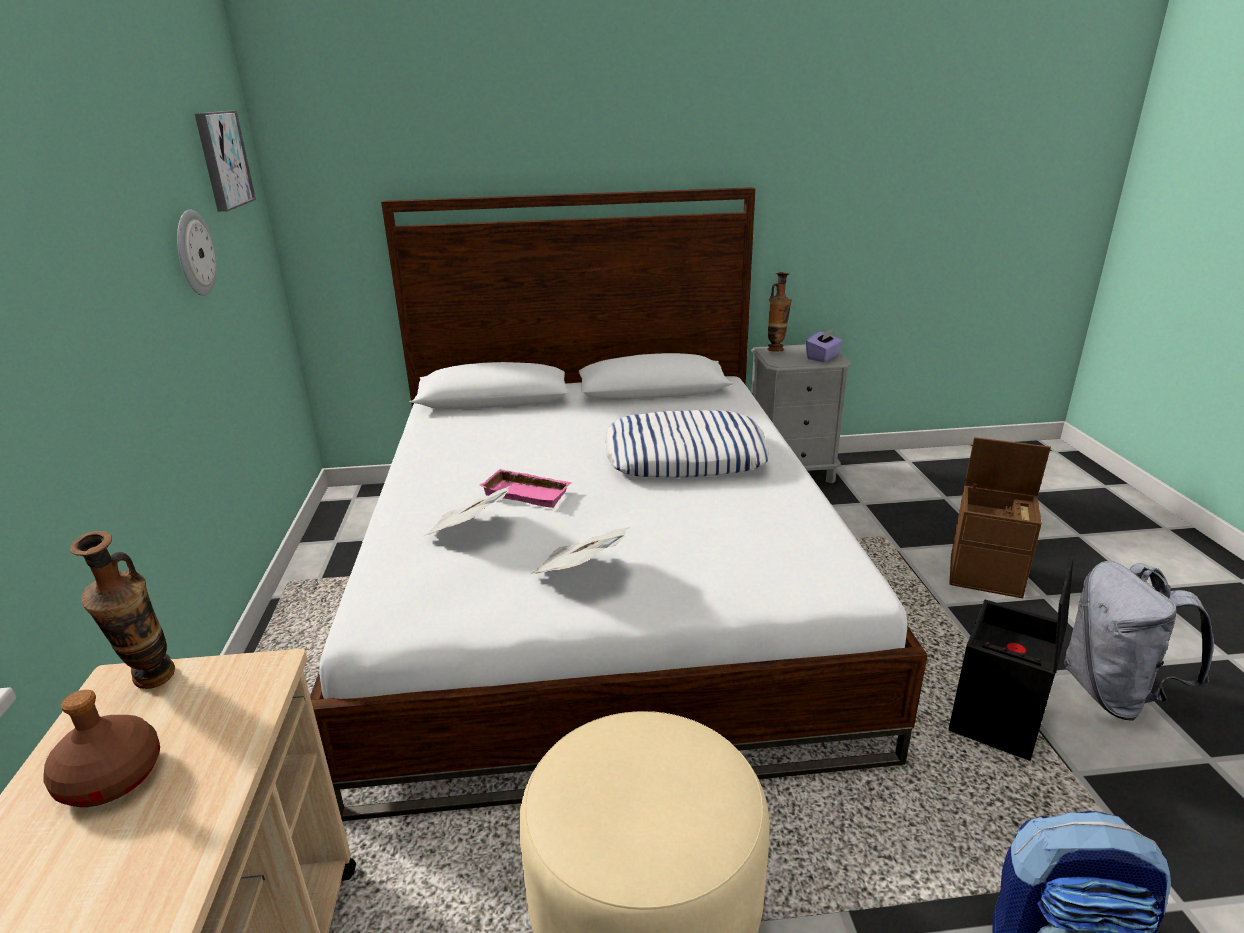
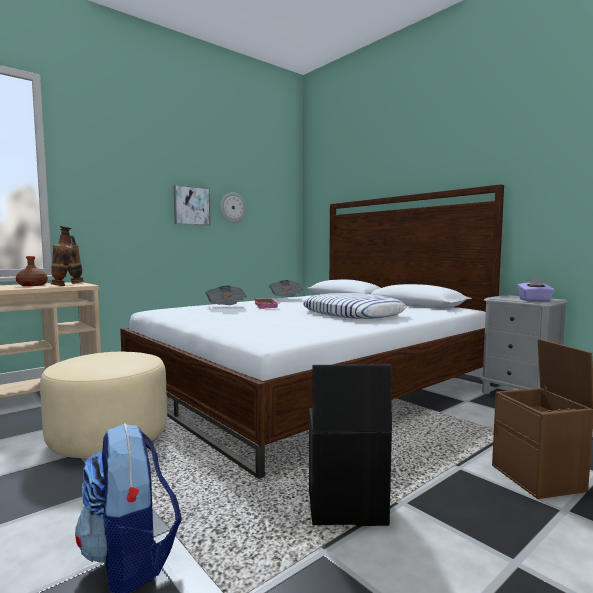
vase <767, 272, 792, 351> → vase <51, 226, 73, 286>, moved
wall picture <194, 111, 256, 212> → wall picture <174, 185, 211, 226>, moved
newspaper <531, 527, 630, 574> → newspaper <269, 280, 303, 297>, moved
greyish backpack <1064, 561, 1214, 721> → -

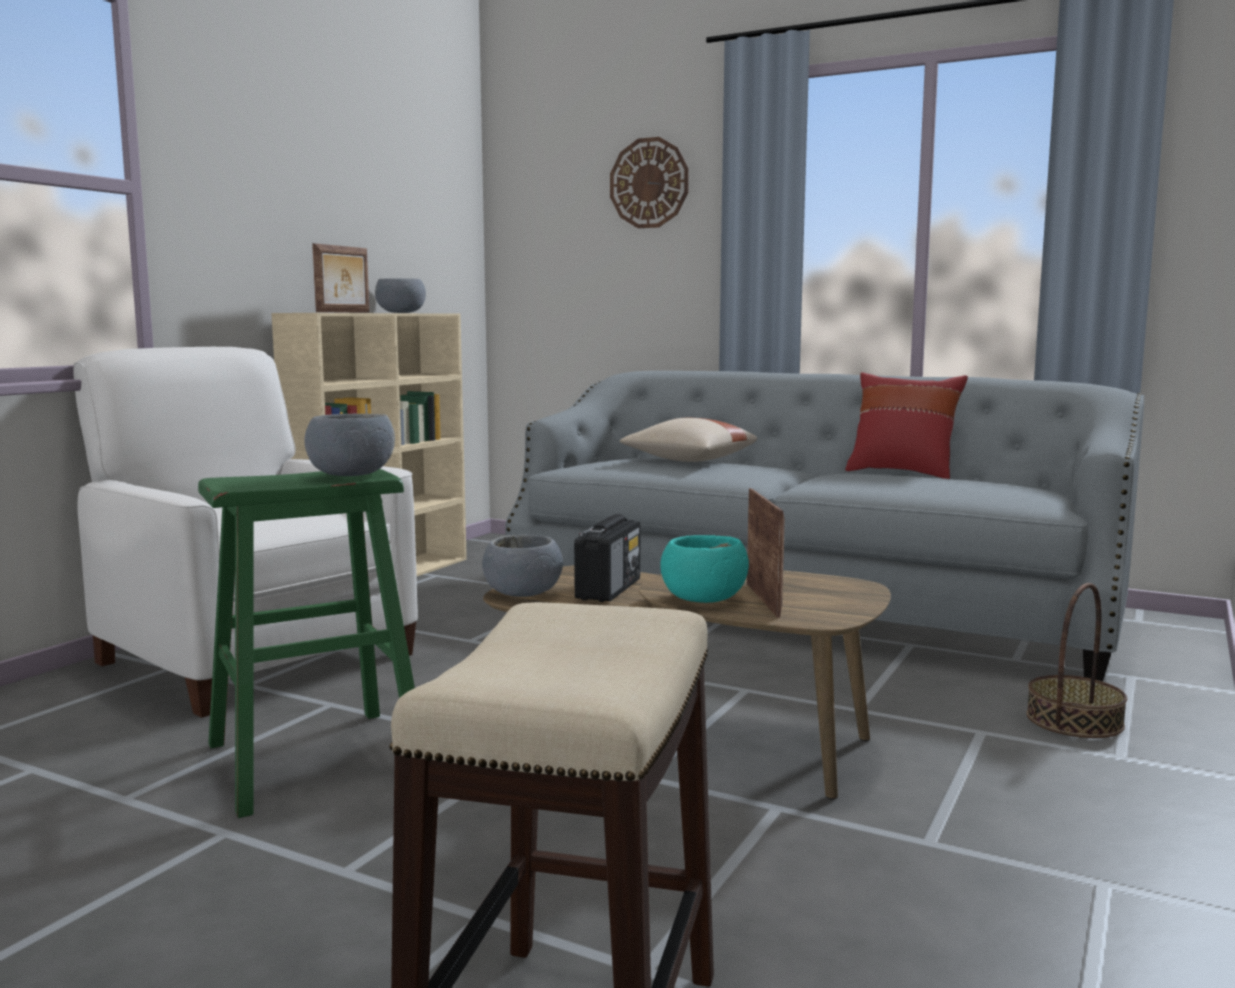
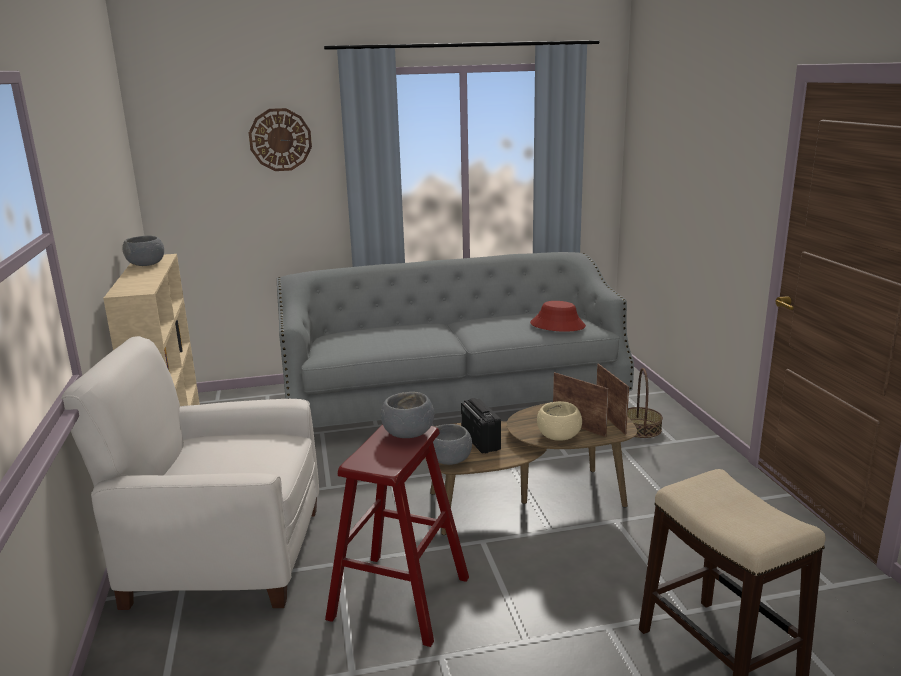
greenish sitting stool <198, 469, 415, 818> → red sitting stool <325, 424, 469, 647>
- → red clothing hat <530, 301, 586, 332>
turquoise bowl <660, 535, 749, 603> → sand-coloured bowl <537, 401, 582, 441>
picture frame <312, 243, 369, 313> → picture frame <596, 364, 629, 435>, moved
sand-coloured pillow <620, 418, 757, 462> → -
red pillow <845, 372, 968, 479> → -

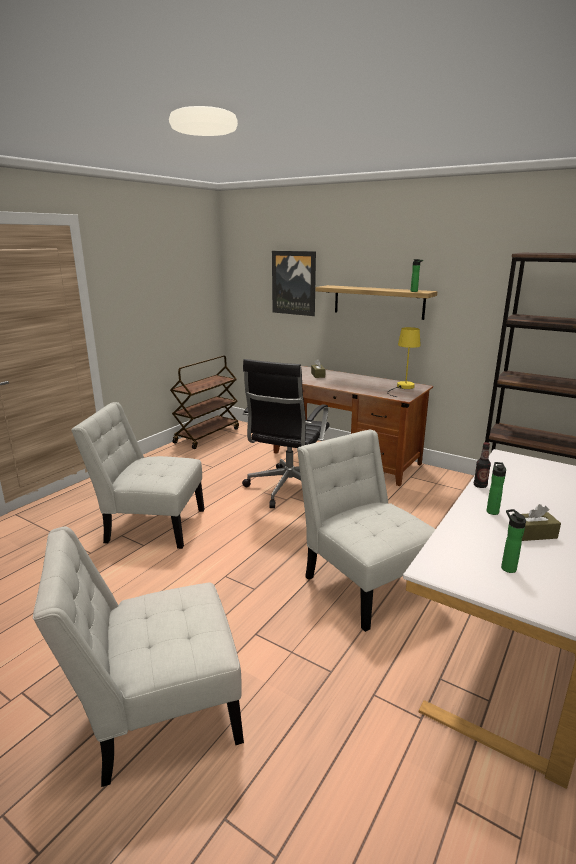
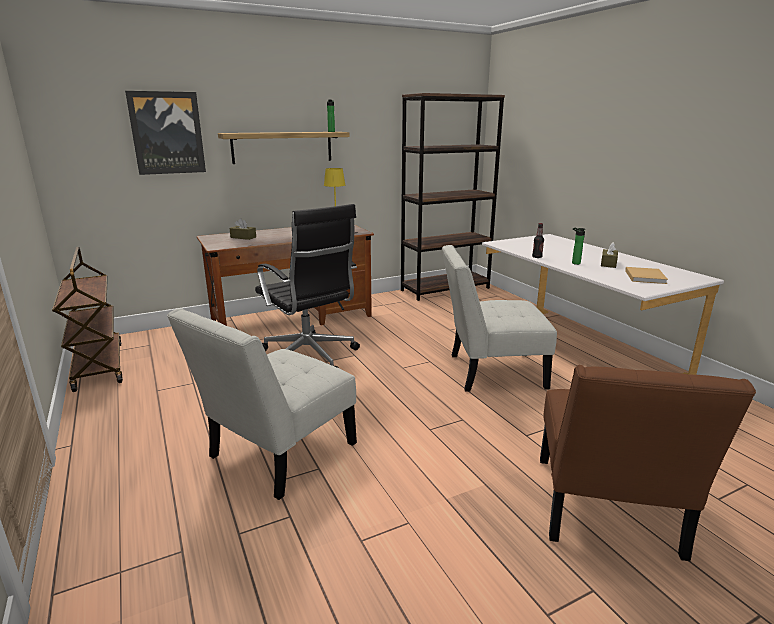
whitish chair <33, 527, 244, 787> → brown-coloured chair <540, 365, 756, 561>
beverage bottle <501, 509, 526, 573> → sand-coloured bound book <625, 267, 668, 284>

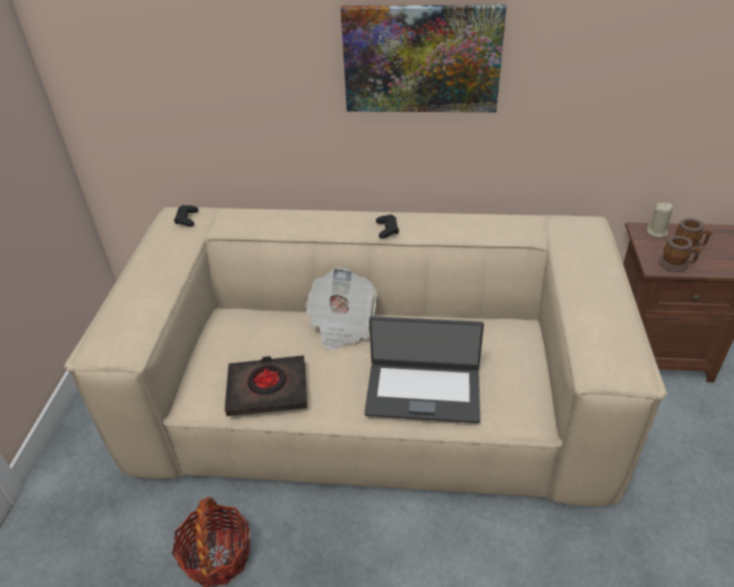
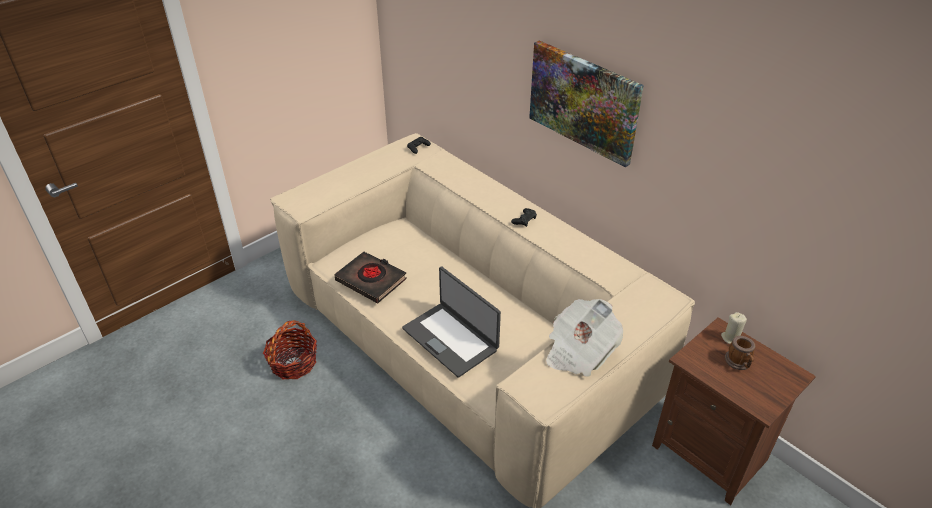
newspaper <305, 267, 378, 351> → newspaper <546, 299, 623, 377>, moved
mug <659, 236, 702, 272> → -

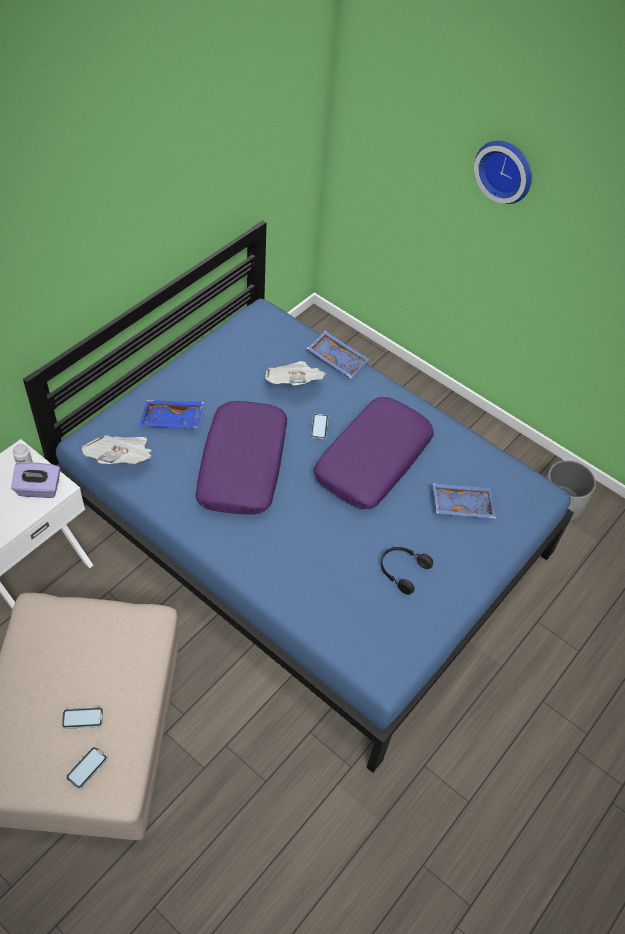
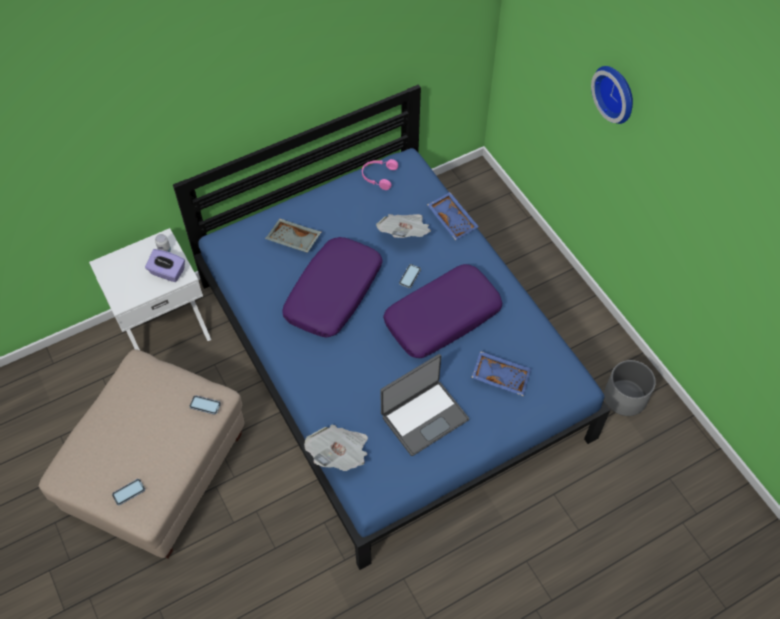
phone <62, 707, 103, 729> → phone <189, 395, 221, 415>, moved
blue serving tray <139, 400, 204, 428> → greyish serving tray <265, 219, 321, 253>
newspaper <82, 435, 152, 464> → newspaper <304, 425, 368, 471>, moved
- → pink pair of headphones <362, 159, 398, 190>
blackish pair of headphones <381, 547, 433, 595> → notebook computer <380, 354, 469, 456>

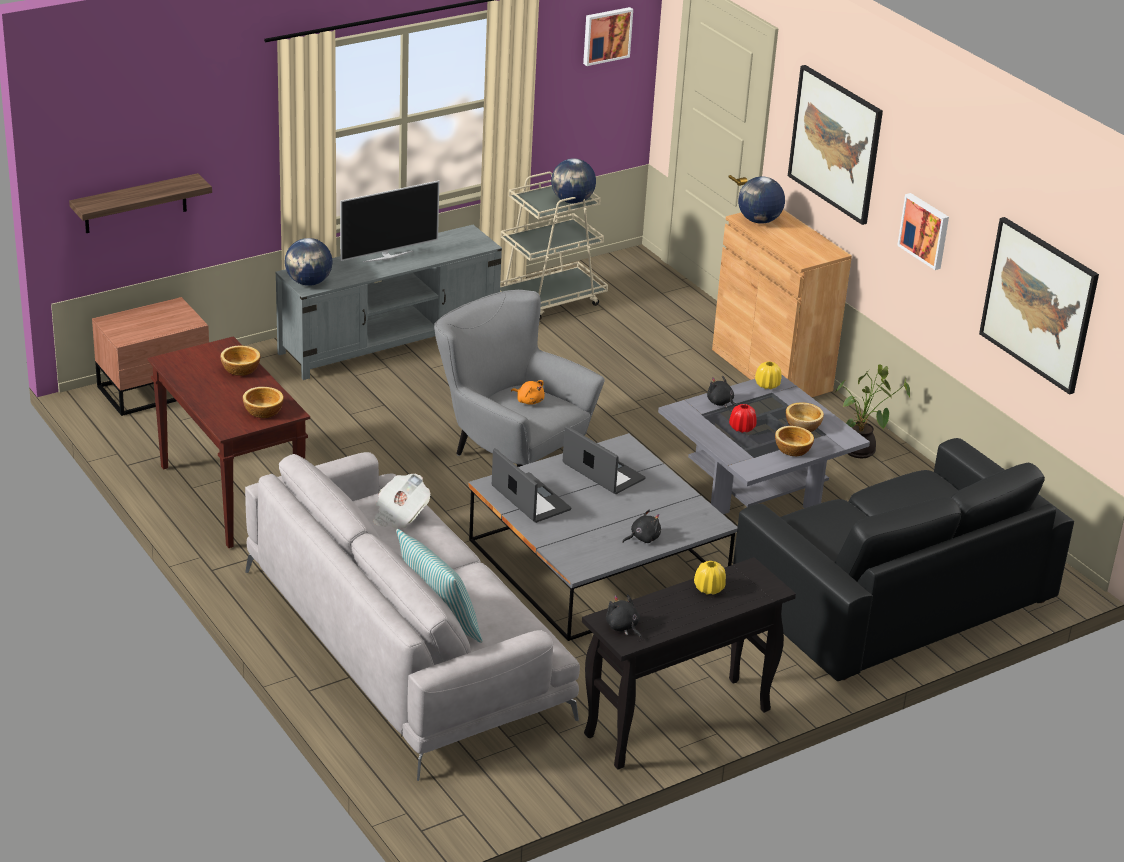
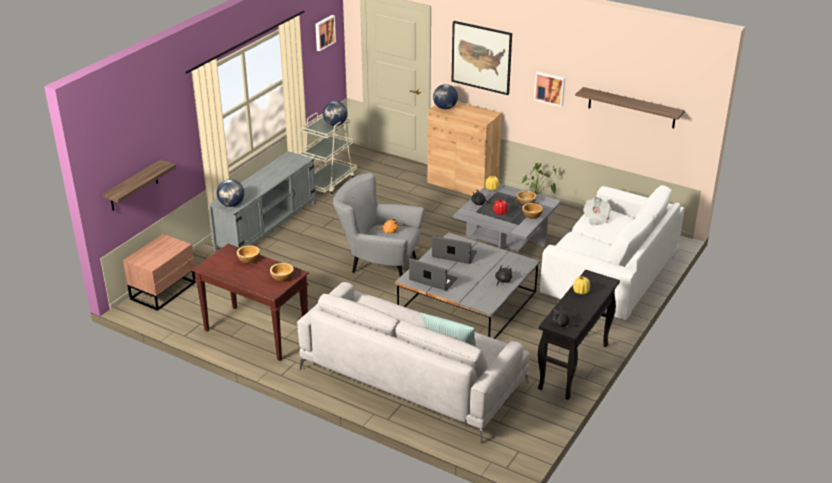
blackish sofa <733, 438, 1074, 681> → whitish sofa <540, 185, 685, 320>
wall picture <979, 217, 1099, 395> → shelf <575, 87, 685, 128>
newspaper <373, 474, 430, 529> → newspaper <583, 197, 611, 226>, moved
TV set <340, 181, 439, 262> → -

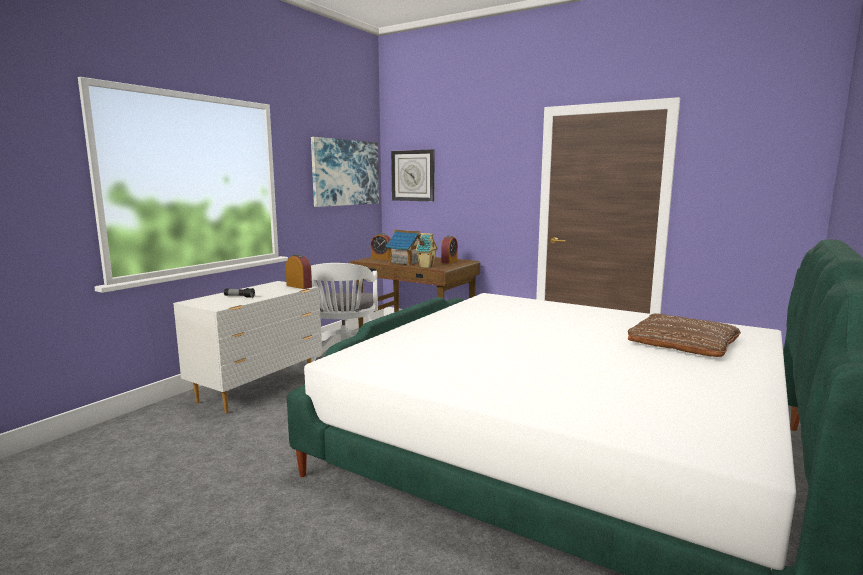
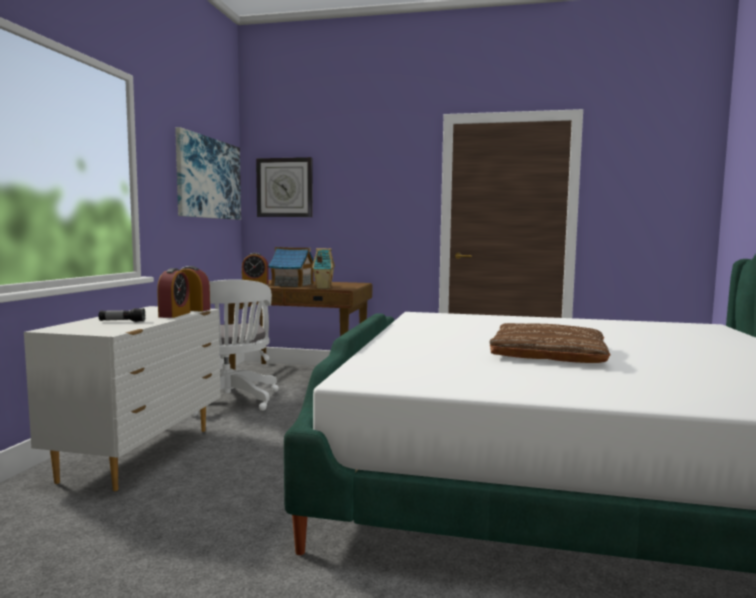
alarm clock <441, 235, 458, 264> → alarm clock <157, 268, 190, 318>, moved
brown-coloured pillow <628, 313, 741, 357> → brown-coloured pillow <490, 323, 611, 363>, moved

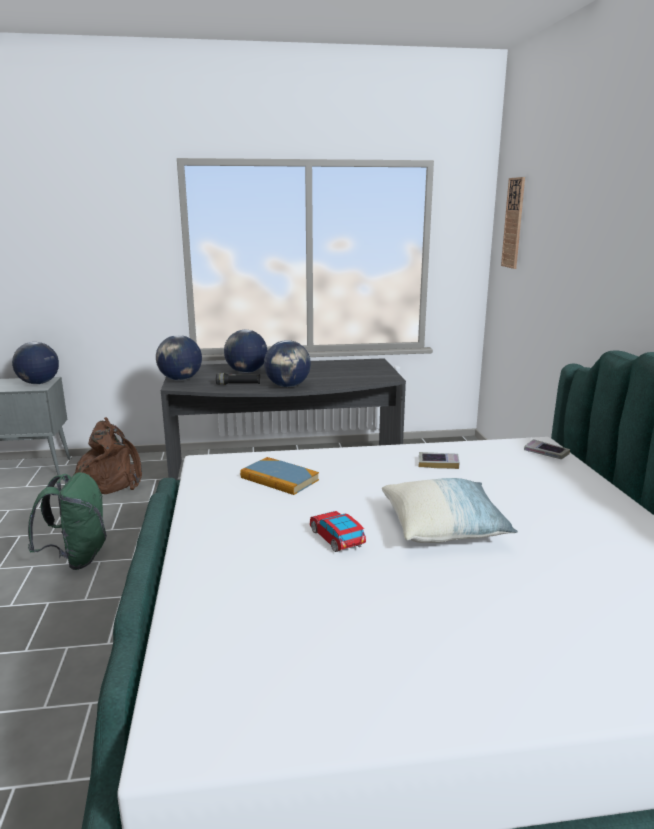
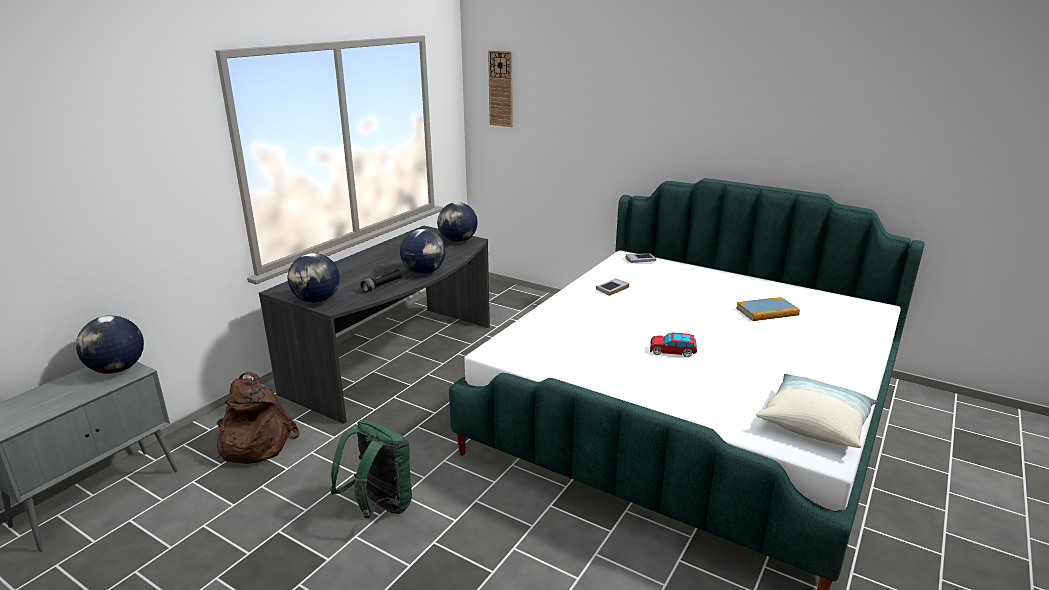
globe <224, 330, 267, 373> → globe <437, 202, 478, 243>, moved
bound book <240, 457, 319, 495> → bound book <736, 297, 800, 321>, moved
pillow <382, 478, 518, 543> → pillow <756, 374, 878, 448>, moved

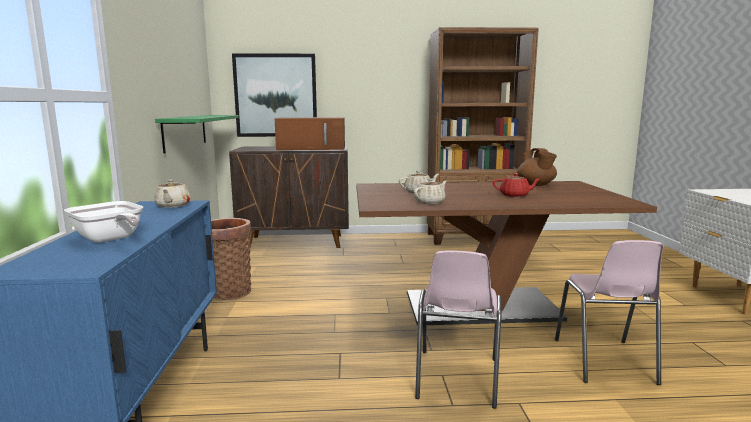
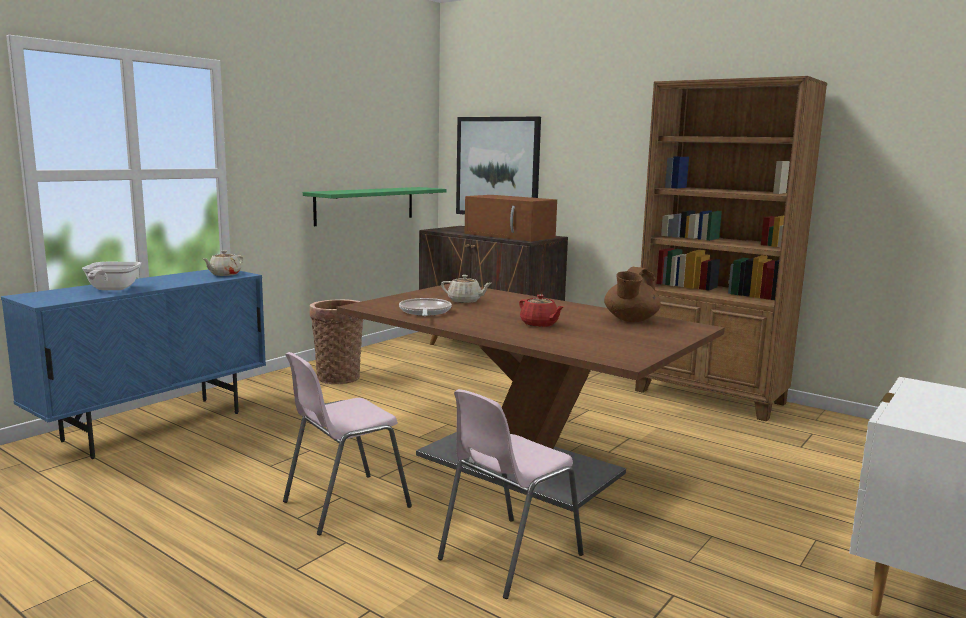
sand-coloured teapot <414, 178, 447, 204> → skillet <399, 298, 452, 316>

